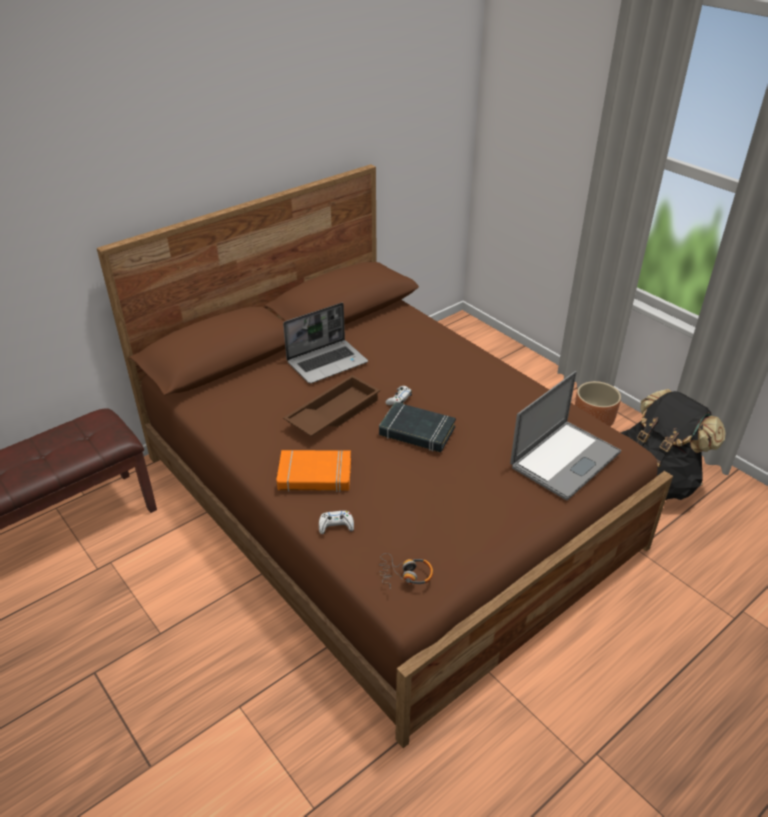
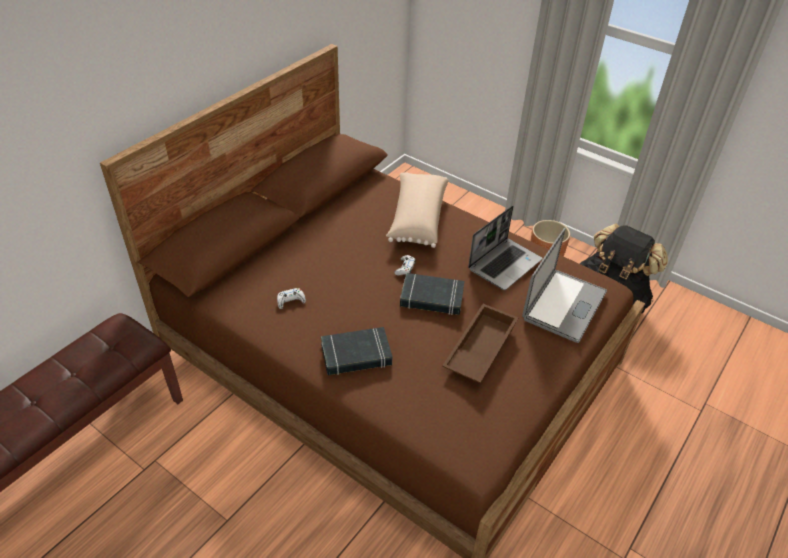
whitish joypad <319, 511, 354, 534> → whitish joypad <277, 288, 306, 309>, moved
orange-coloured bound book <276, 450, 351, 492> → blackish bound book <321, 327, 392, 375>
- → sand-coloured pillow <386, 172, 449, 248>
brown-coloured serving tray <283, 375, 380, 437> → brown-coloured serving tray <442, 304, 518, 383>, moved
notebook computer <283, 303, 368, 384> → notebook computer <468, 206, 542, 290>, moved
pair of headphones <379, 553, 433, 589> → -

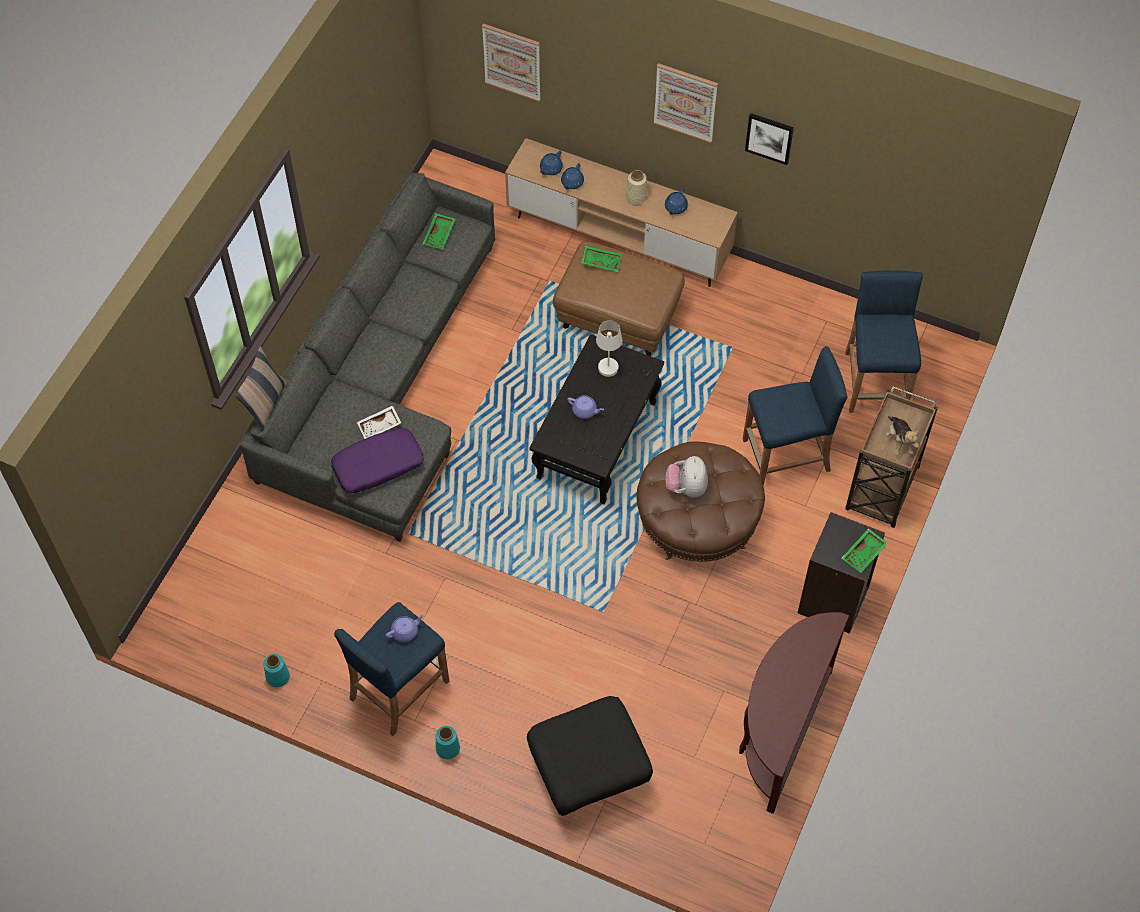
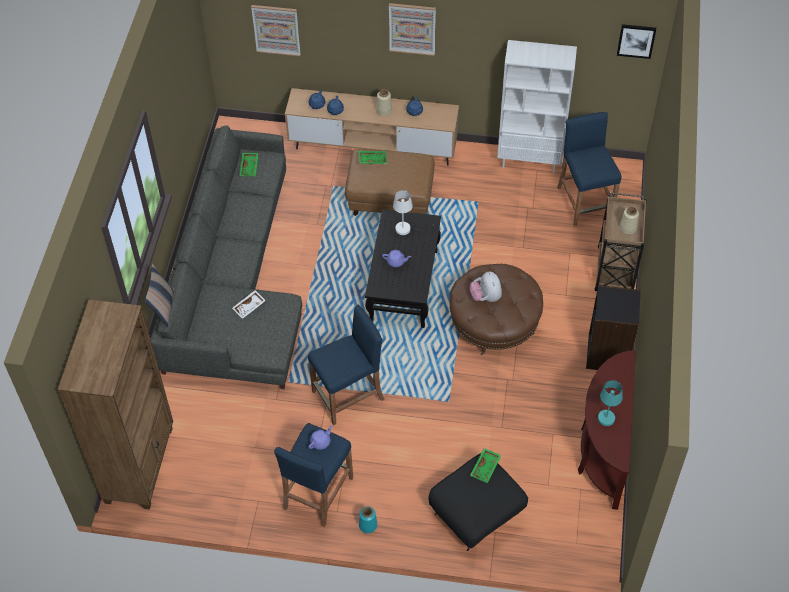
- → brown-coloured bookcase <58, 299, 173, 510>
blue sitting stool <743, 346, 847, 486> → blue sitting stool <308, 305, 385, 425>, moved
greenish serving tray <841, 528, 888, 573> → greenish serving tray <470, 448, 502, 483>, moved
- → whitish bookcase <497, 40, 577, 174>
- → turquoise lamp for a table <597, 380, 623, 426>
wall picture <745, 113, 794, 165> → wall picture <617, 24, 656, 59>, moved
cuddly toy <886, 416, 919, 456> → sand-coloured vase <620, 206, 639, 234>
turquoise vase <263, 654, 290, 687> → -
purple pillow <331, 428, 424, 493> → -

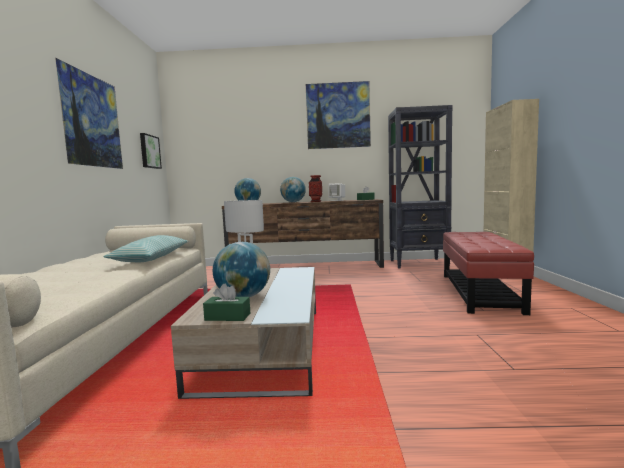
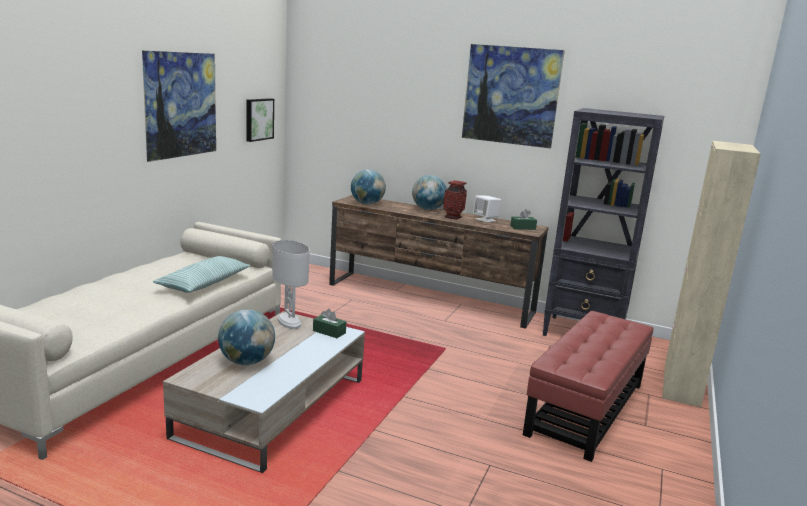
greenish tissue box <203, 284, 250, 321> → greenish tissue box <313, 309, 346, 338>, moved

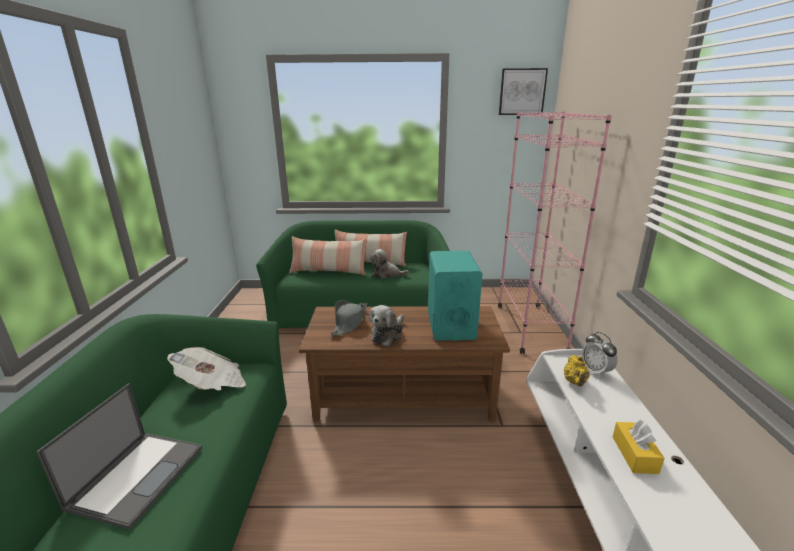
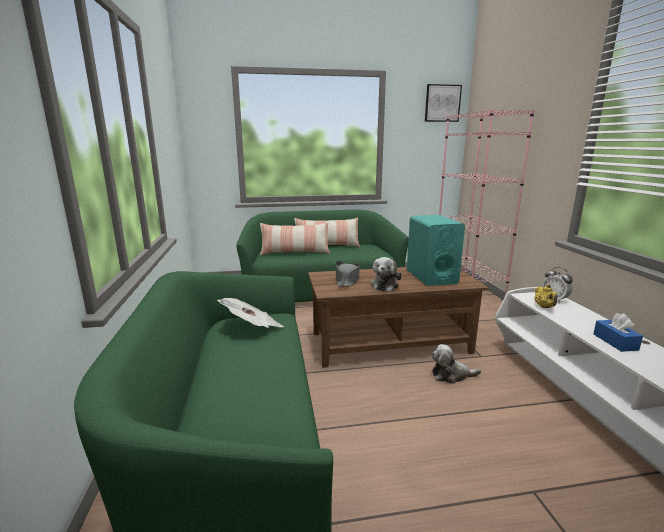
cuddly toy <370, 249, 409, 278> → cuddly toy <431, 344, 481, 384>, moved
yellow-coloured tissue box <613, 419, 665, 474> → blue tissue box <593, 313, 643, 352>
notebook computer <36, 383, 202, 530> → -

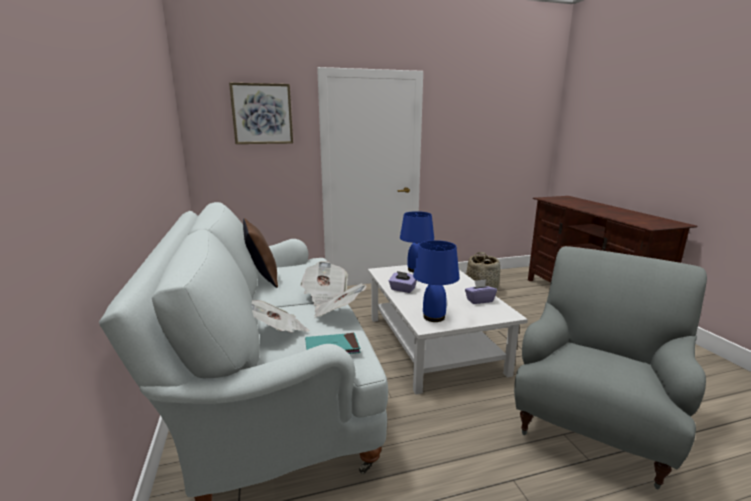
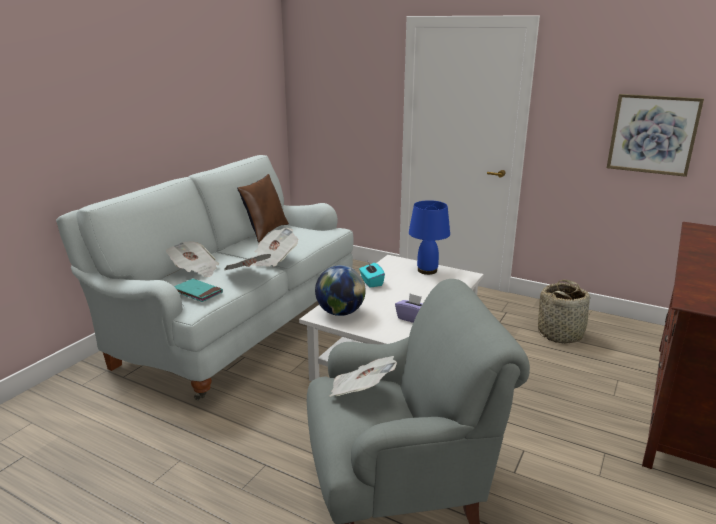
blue lamp for a table <413, 240, 459, 322> → globe <315, 265, 366, 316>
- → newspaper <330, 356, 397, 397>
purple tissue box <389, 271, 417, 293> → turquoise tissue box <359, 262, 385, 288>
wall picture <229, 82, 293, 144> → wall picture <607, 94, 704, 177>, moved

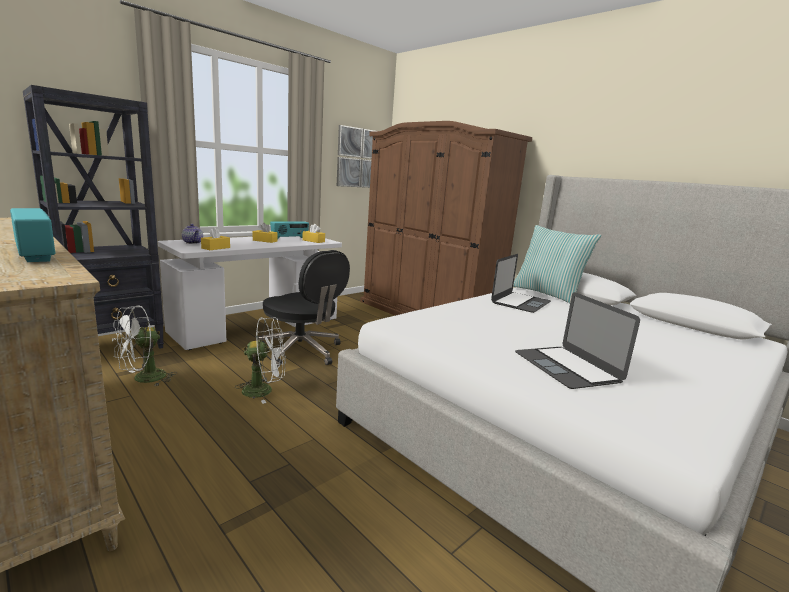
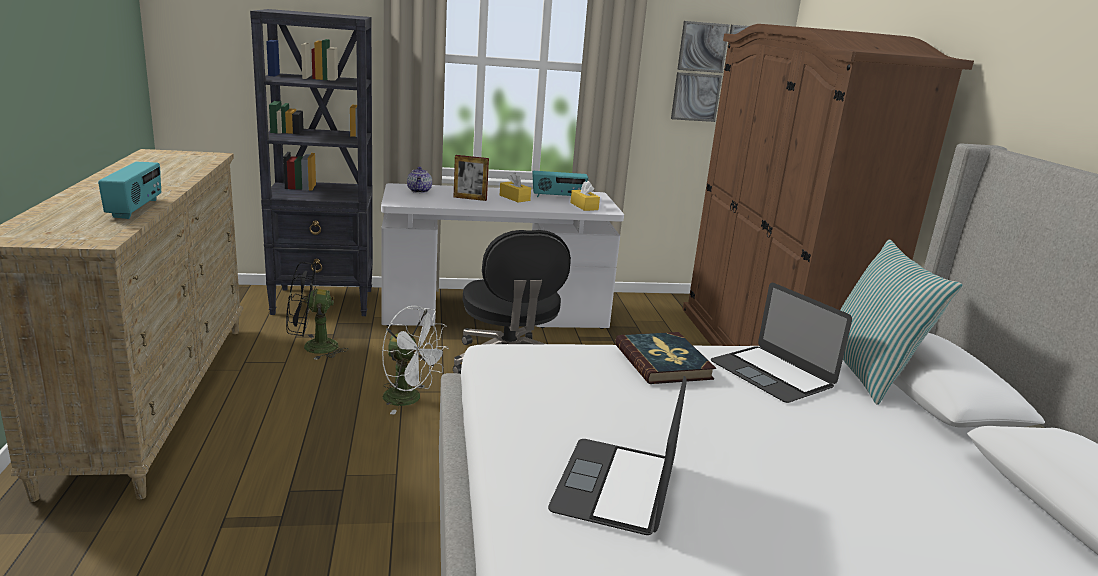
whitish electric fan <112, 305, 177, 386> → blackish electric fan <286, 262, 349, 360>
- → picture frame <454, 155, 489, 201>
- → bound book <615, 332, 716, 384>
notebook computer <491, 254, 551, 313> → notebook computer <711, 283, 852, 403>, 75 degrees clockwise
yellow-coloured tissue box <201, 227, 230, 250> → -

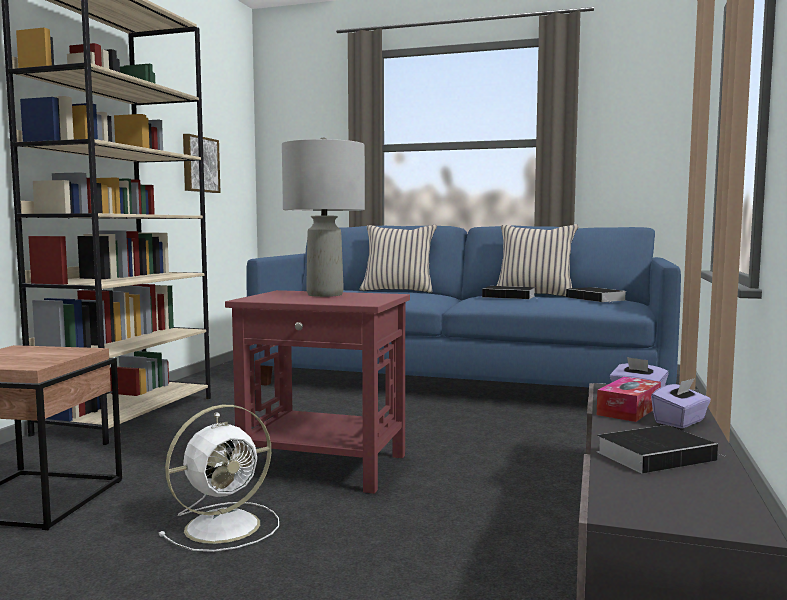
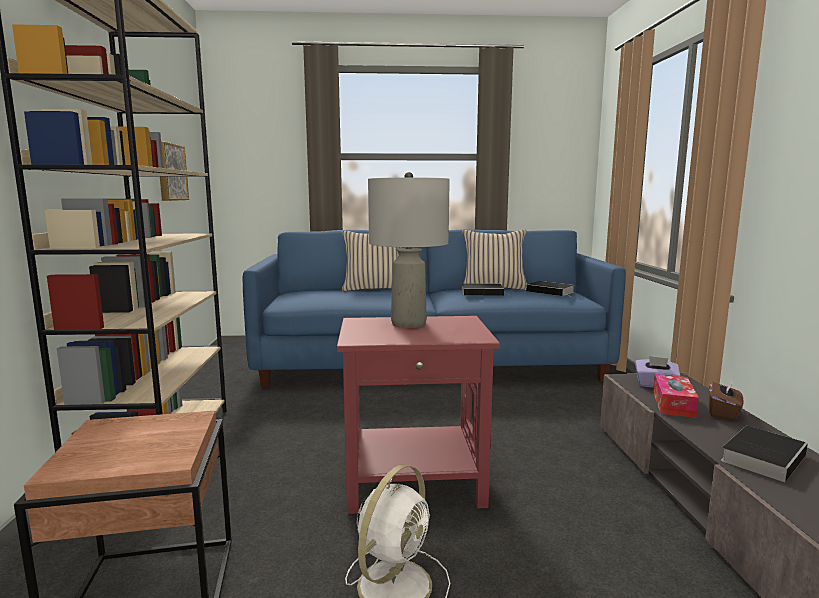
purple tissue box <651, 378, 711, 428> → brown-coloured tissue box <709, 379, 743, 421>

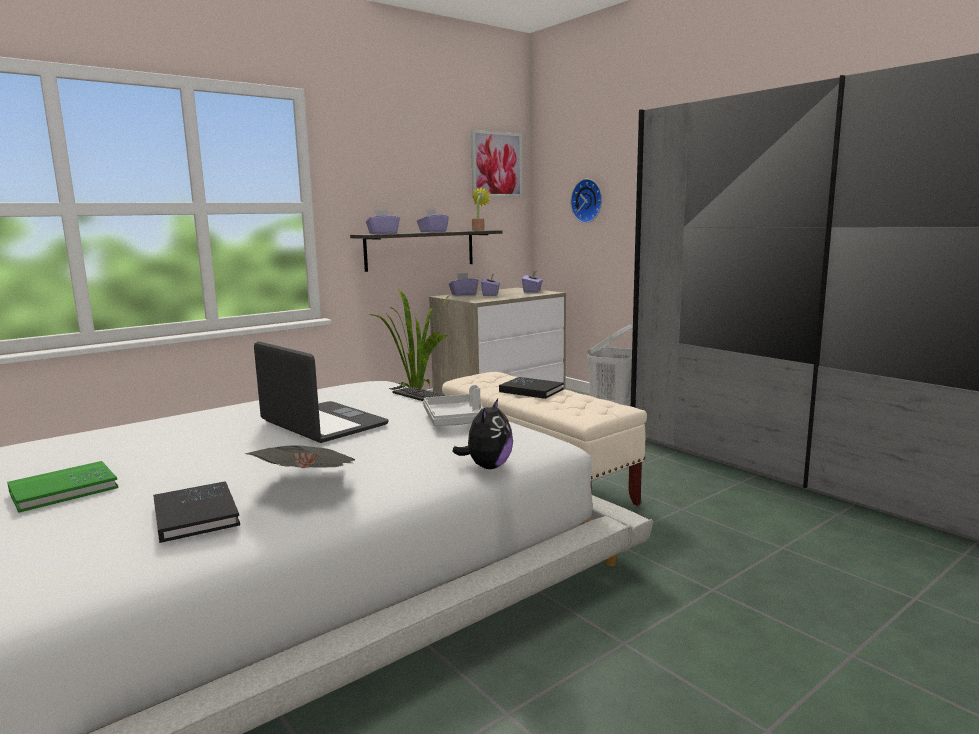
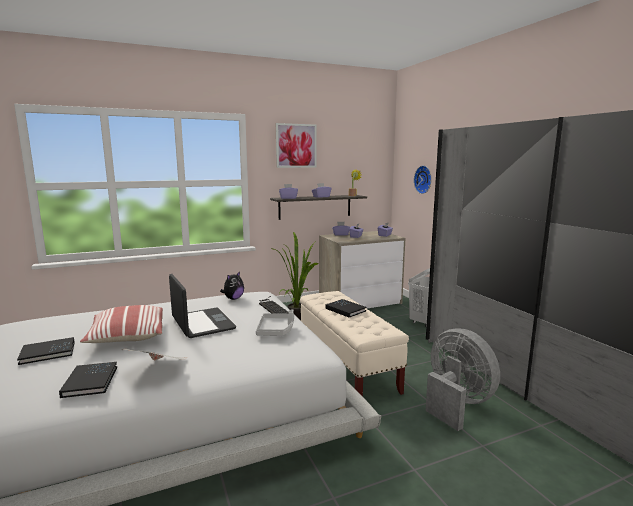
greenish bound book <7, 461, 118, 513> → blackish bound book <17, 337, 75, 365>
- → pillow <80, 305, 163, 343>
cuddly toy <452, 399, 513, 469> → cuddly toy <220, 271, 244, 300>, moved
wall picture <471, 130, 522, 197> → wall picture <276, 123, 317, 168>, moved
- → greyish electric fan <426, 328, 500, 431>

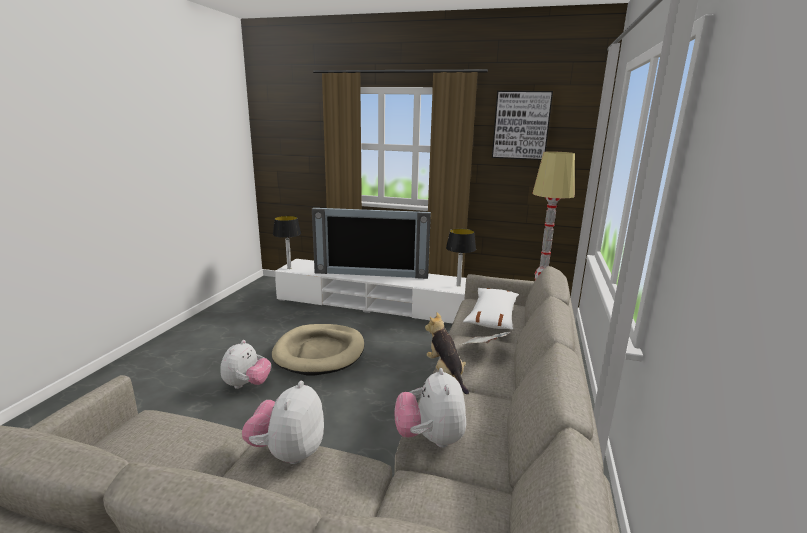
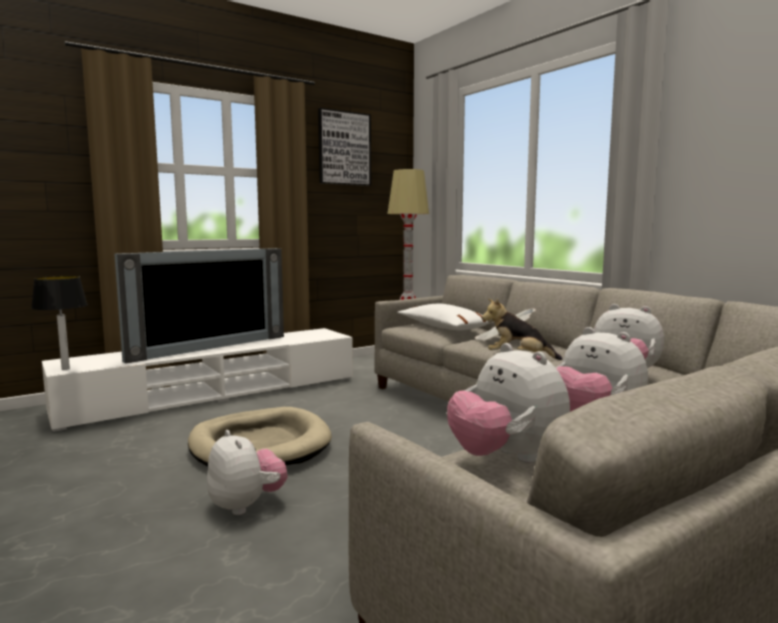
- → cuddly toy <447, 343, 570, 463>
lamp for a table <446, 228, 476, 286> → -

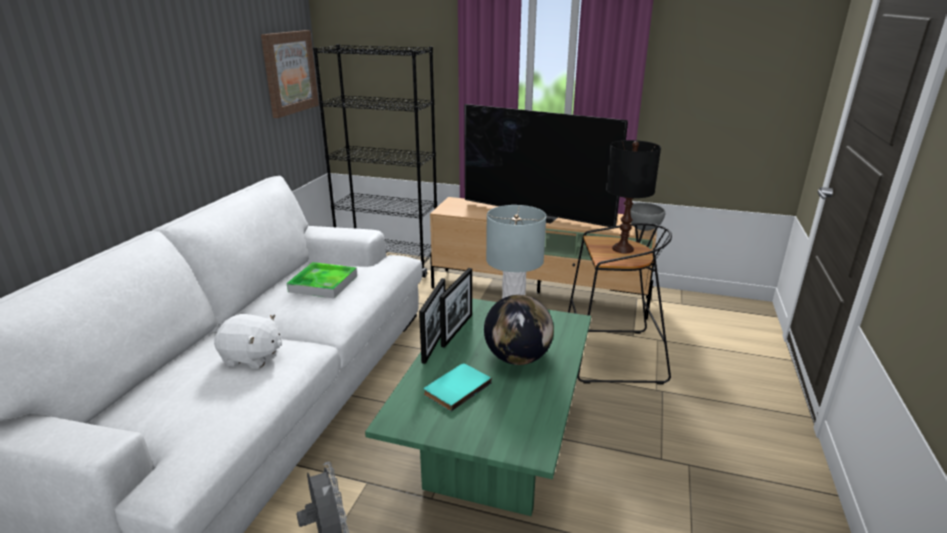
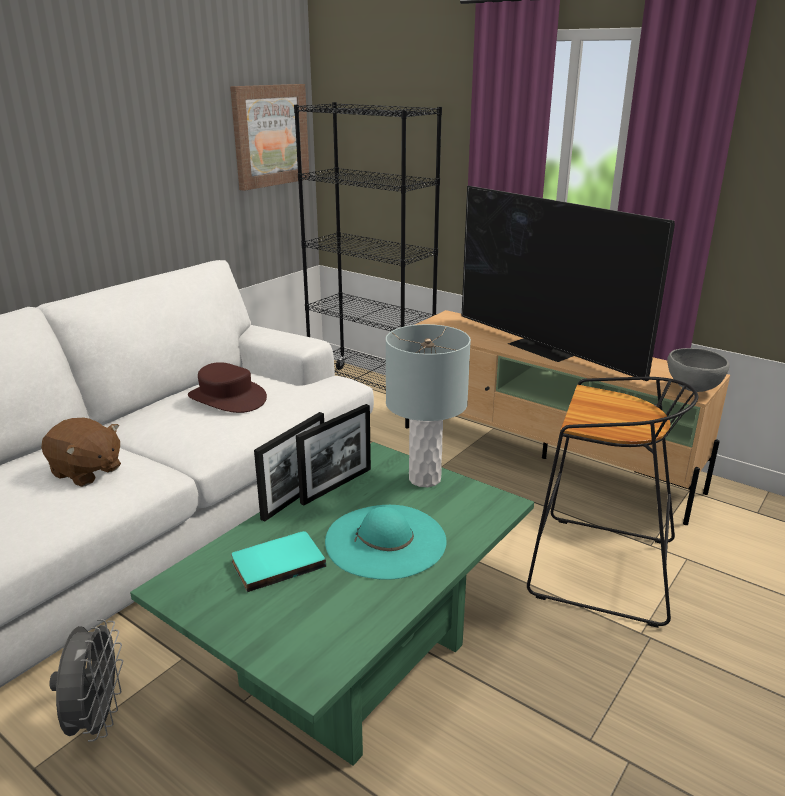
whitish cuddly toy <214, 314, 282, 369> → brown-coloured cuddly toy <41, 418, 121, 487>
serving tray <287, 262, 357, 299> → brown-coloured clothing hat <188, 362, 267, 413>
globe <484, 295, 554, 365> → turquoise clothing hat <325, 505, 447, 580>
blackish lamp for a table <606, 140, 661, 253> → -

